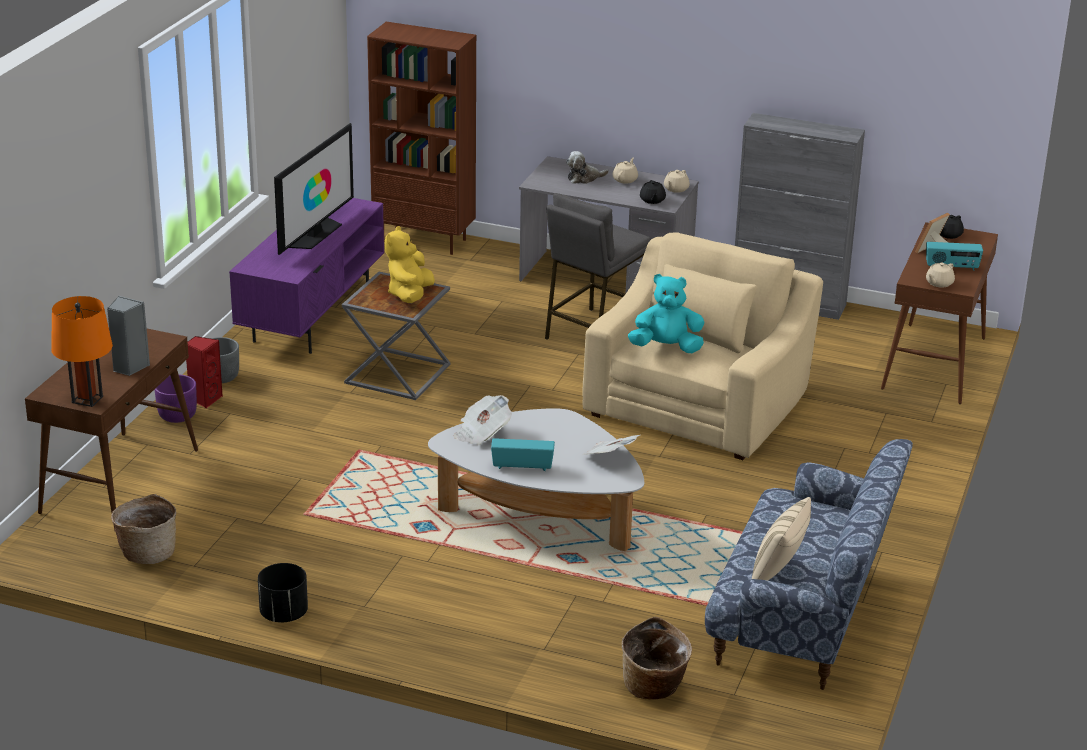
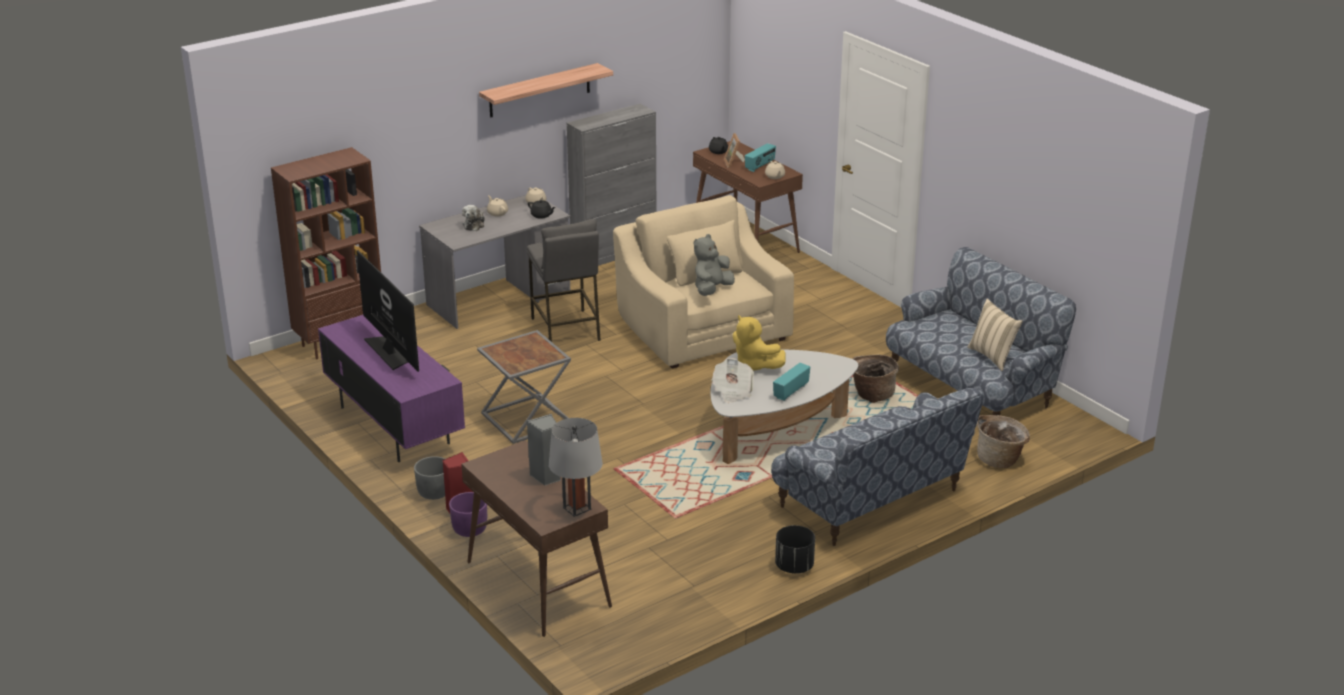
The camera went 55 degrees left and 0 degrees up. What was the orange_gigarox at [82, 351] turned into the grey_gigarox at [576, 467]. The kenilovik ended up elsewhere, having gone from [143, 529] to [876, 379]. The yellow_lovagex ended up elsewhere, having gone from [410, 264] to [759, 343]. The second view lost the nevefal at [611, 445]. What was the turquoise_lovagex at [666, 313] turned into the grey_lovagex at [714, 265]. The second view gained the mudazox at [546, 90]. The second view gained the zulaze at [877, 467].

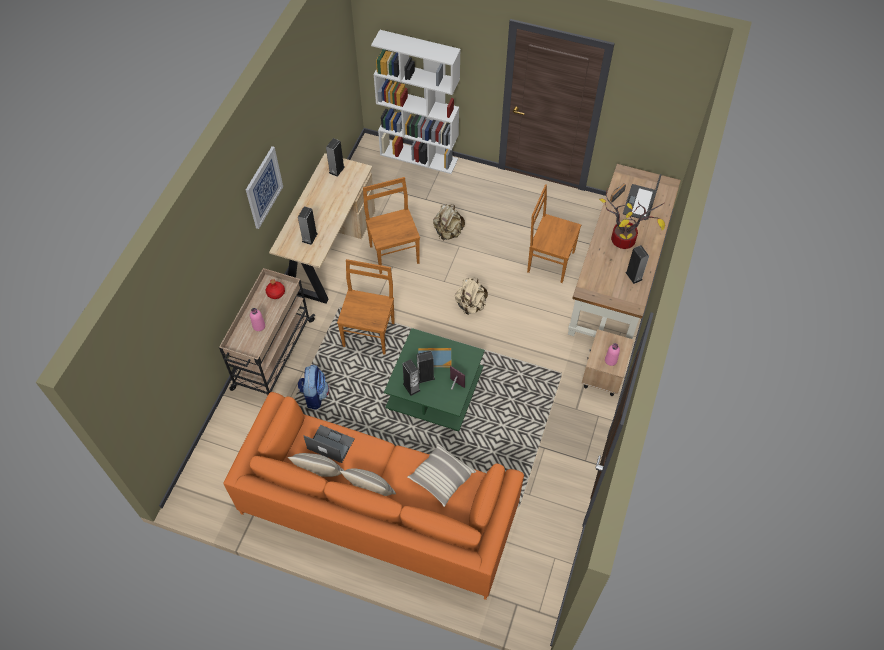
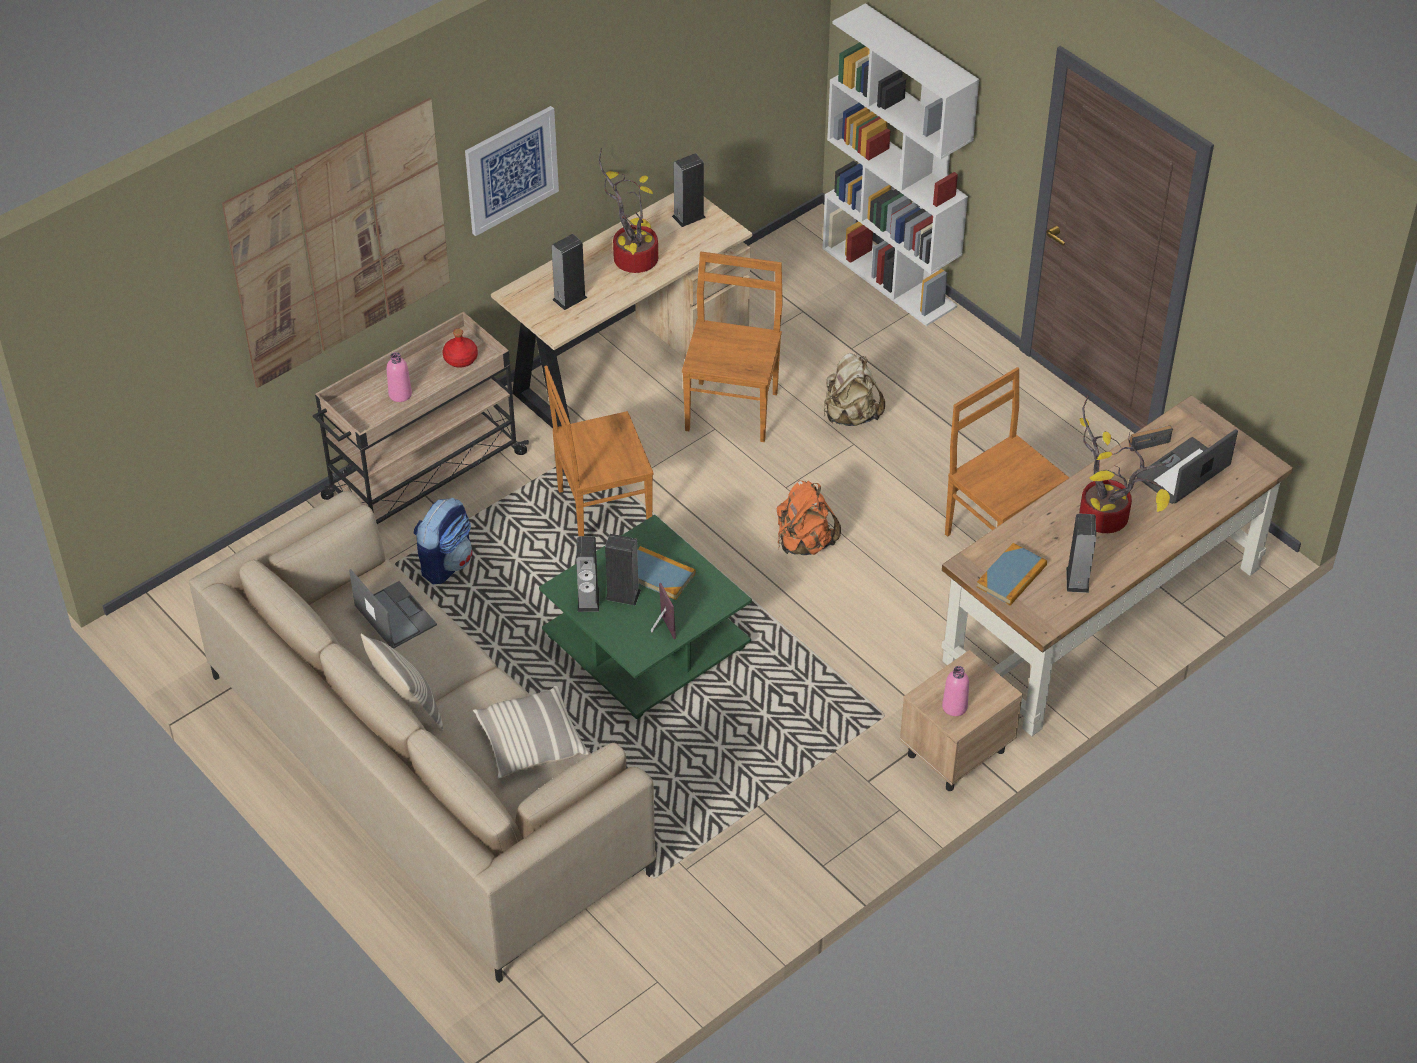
The camera went 30 degrees right and 10 degrees down. What was the orange_zulaze at [373, 496] turned into the beige_zulaze at [423, 737]. The second view lost the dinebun at [316, 465]. The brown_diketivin at [366, 307] ended up facing another way, 150 degrees counterclockwise from before. What was the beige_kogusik at [471, 296] turned into the orange_kogusik at [809, 518]. The second view gained the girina at [336, 243]. The second view gained the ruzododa at [628, 210]. The second view gained the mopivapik at [1012, 574].

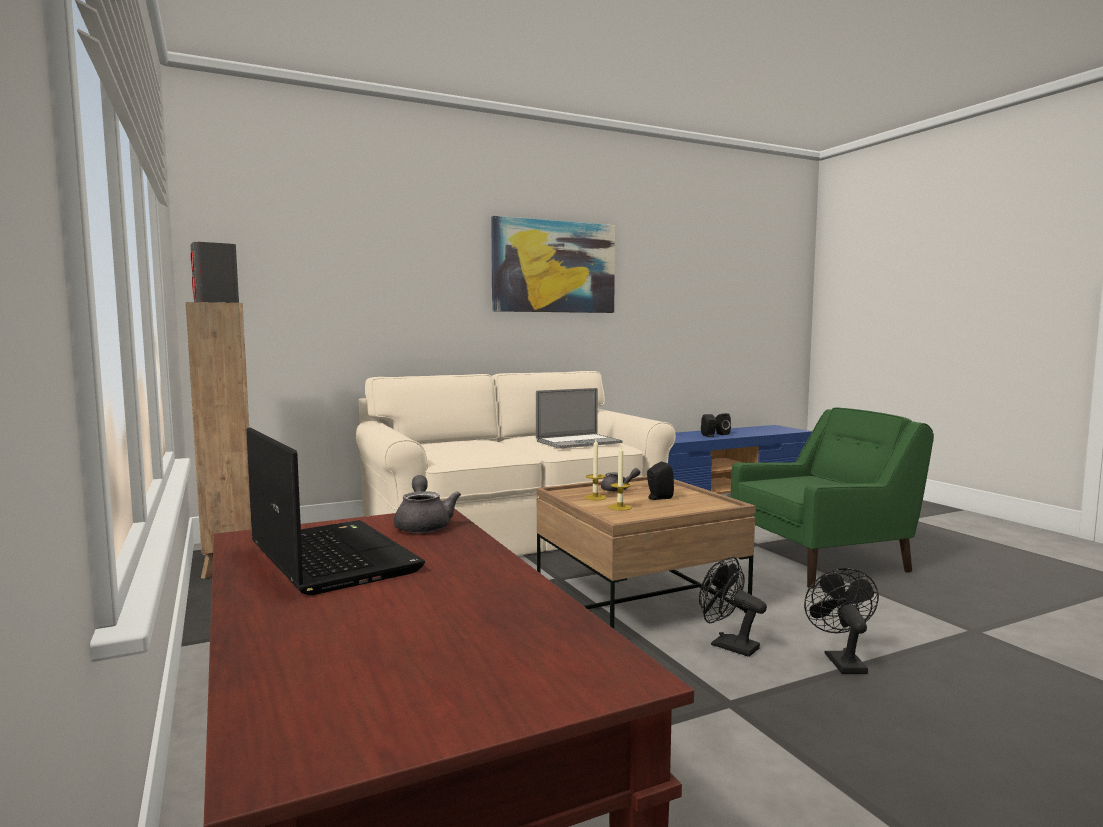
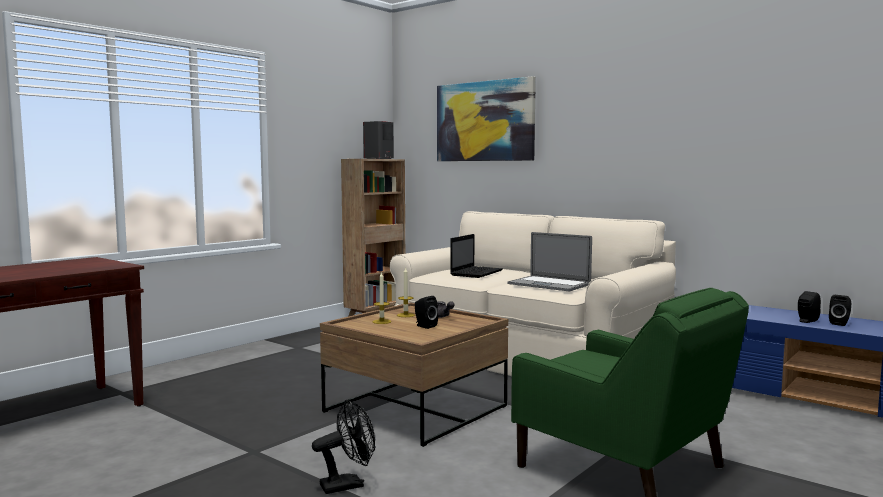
The camera went 65 degrees right and 0 degrees up. The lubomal ended up elsewhere, having gone from [335, 511] to [476, 256]. The second view lost the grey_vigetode at [427, 504]. The girina ended up elsewhere, having gone from [553, 264] to [486, 118]. The second view lost the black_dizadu at [733, 606].

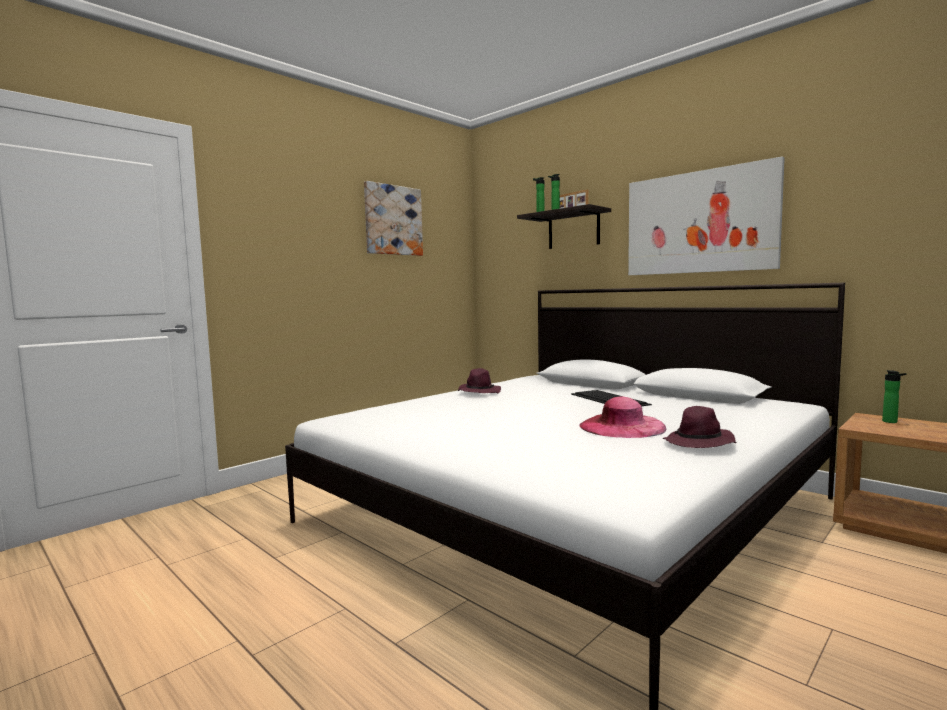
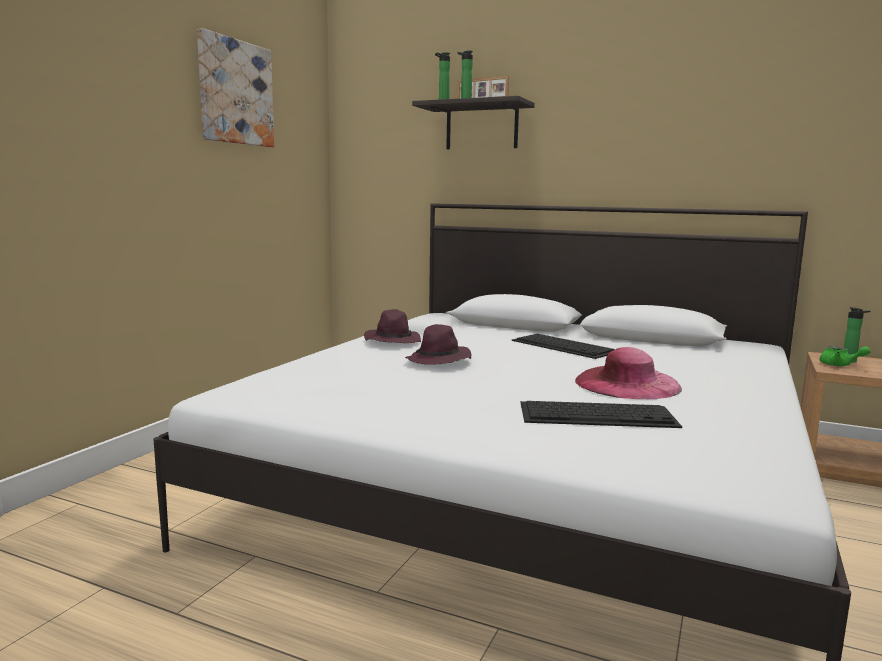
The camera went 20 degrees left and 5 degrees up. The second view lost the girina at [706, 215]. The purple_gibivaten ended up elsewhere, having gone from [699, 427] to [438, 344]. The second view gained the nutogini at [601, 414]. The second view gained the green_vigetode at [845, 356].

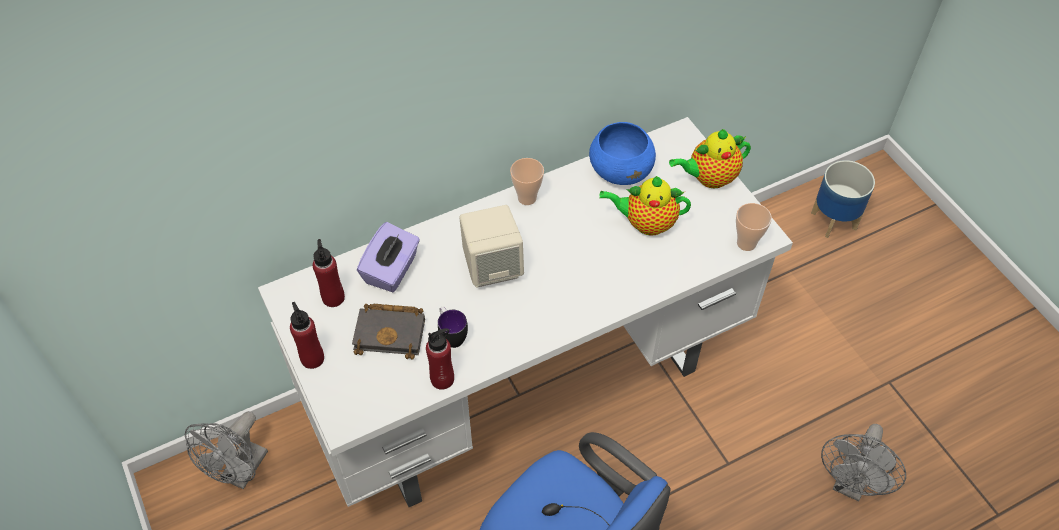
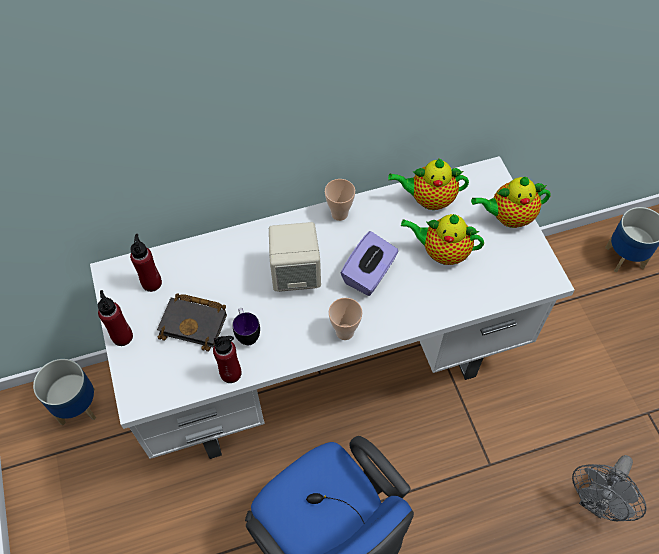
The camera went 10 degrees right and 5 degrees up. Where the grey_dizadu stood at [226, 450], the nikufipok came to stand at [64, 392]. The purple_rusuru ended up elsewhere, having gone from [388, 257] to [369, 263]. Where the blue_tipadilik stood at [622, 153], the vigetode came to stand at [428, 184]. The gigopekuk ended up elsewhere, having gone from [754, 227] to [345, 319].

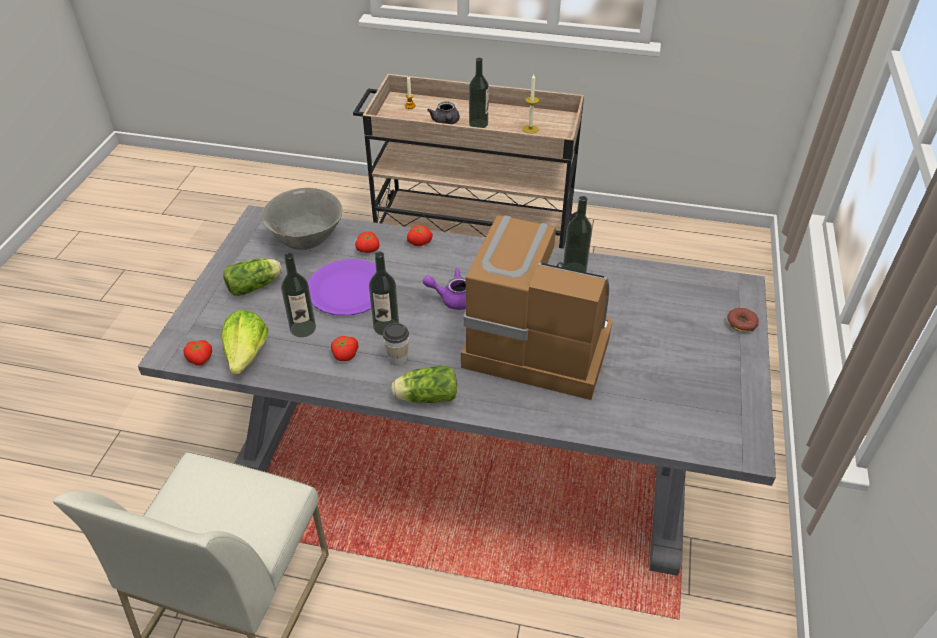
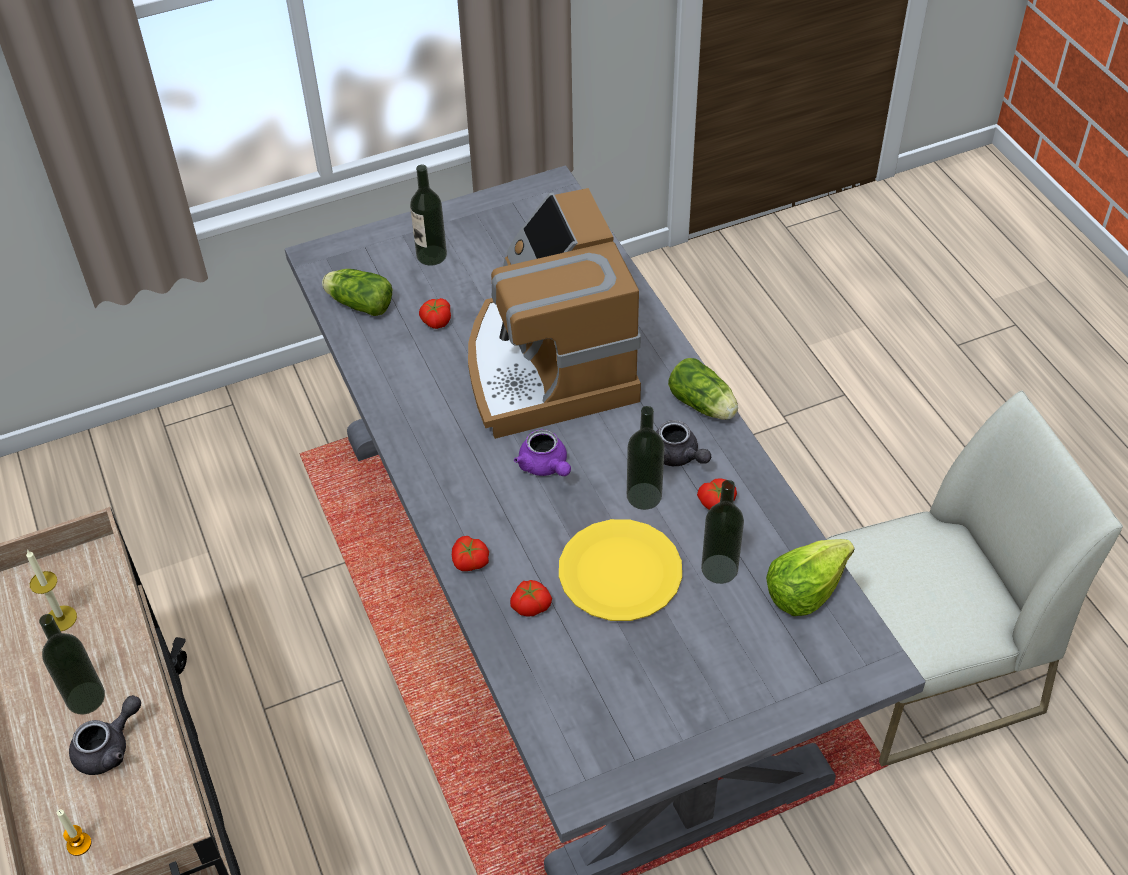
The camera went 125 degrees left and 5 degrees up. The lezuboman ended up elsewhere, having gone from [197, 353] to [435, 313]. The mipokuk ended up elsewhere, having gone from [252, 277] to [357, 292]. The second view lost the grey_tipadilik at [302, 219]. What was the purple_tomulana at [342, 287] turned into the yellow_tomulana at [620, 570]. Where the gigopekuk stood at [396, 344], the grey_vigetode came to stand at [683, 443]. The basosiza ended up elsewhere, having gone from [577, 234] to [428, 215]. The second view lost the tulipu at [743, 320].

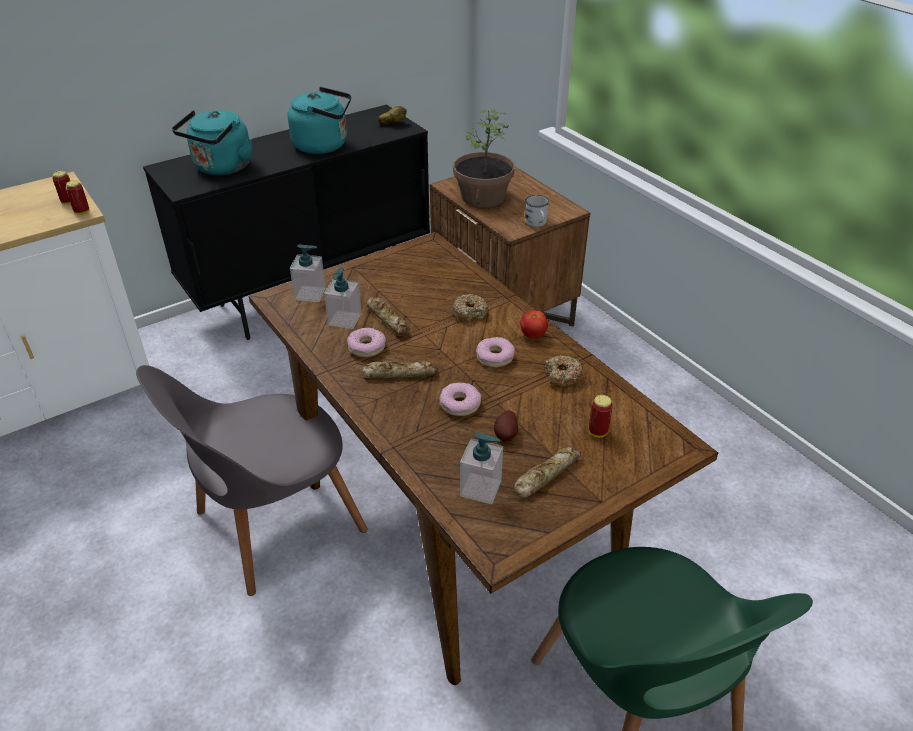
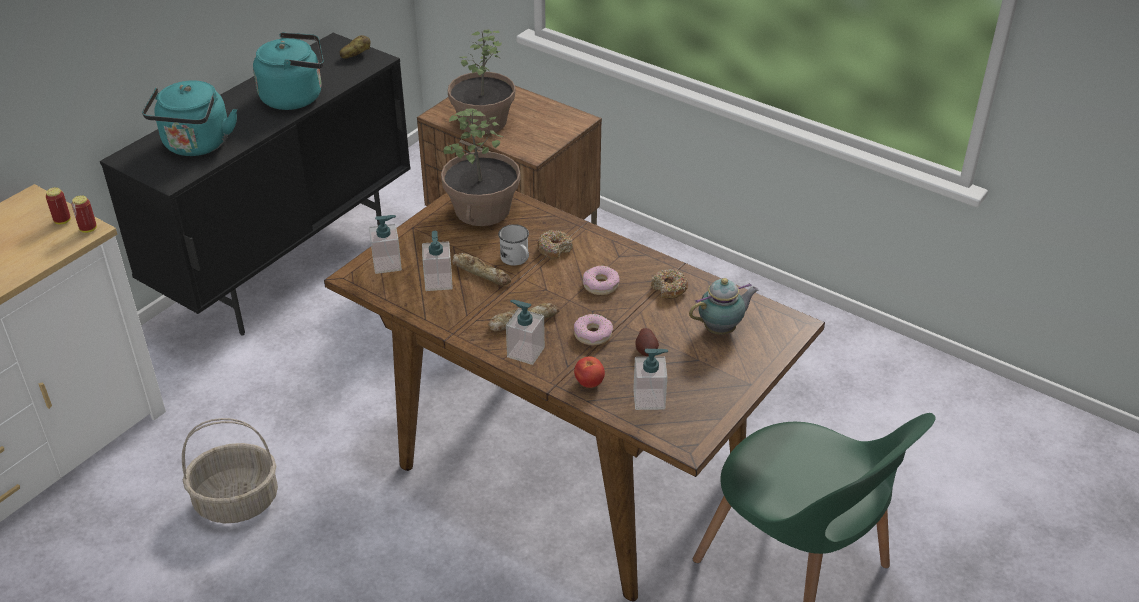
The camera went 20 degrees left and 0 degrees up. The second view lost the grey_diketivin at [251, 480]. The second view lost the tulipu at [366, 342]. The second view lost the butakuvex at [547, 472]. The lezuboman ended up elsewhere, having gone from [534, 324] to [589, 372]. The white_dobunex ended up elsewhere, having gone from [537, 211] to [513, 245]. Where the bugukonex stood at [601, 416], the vigetode came to stand at [723, 306]. The second view gained the kenilovik at [230, 470]. The second view gained the ruzododa at [481, 167]. The second view gained the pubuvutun at [525, 332].

